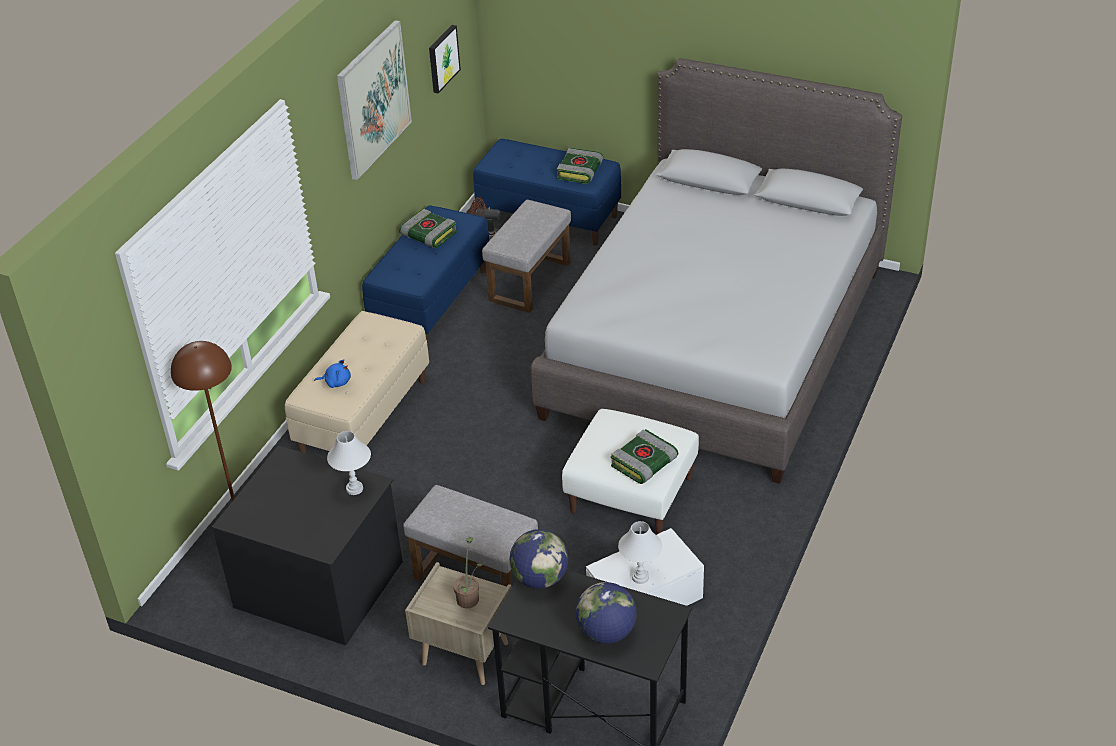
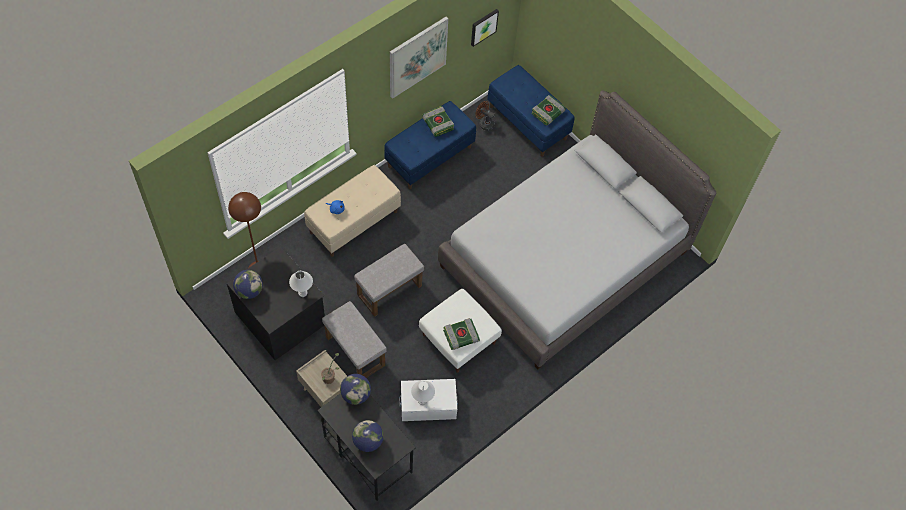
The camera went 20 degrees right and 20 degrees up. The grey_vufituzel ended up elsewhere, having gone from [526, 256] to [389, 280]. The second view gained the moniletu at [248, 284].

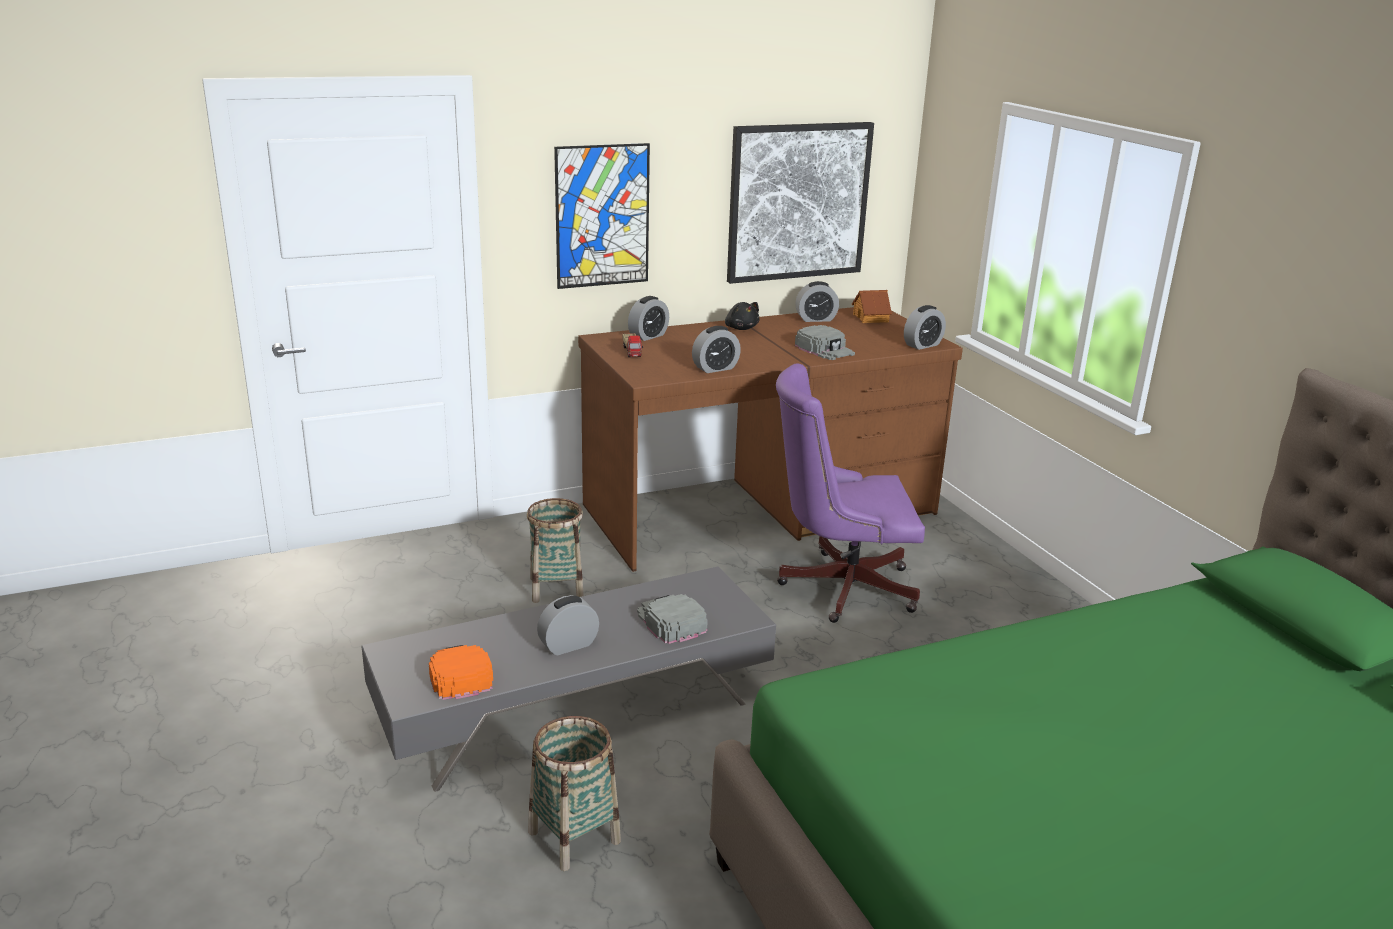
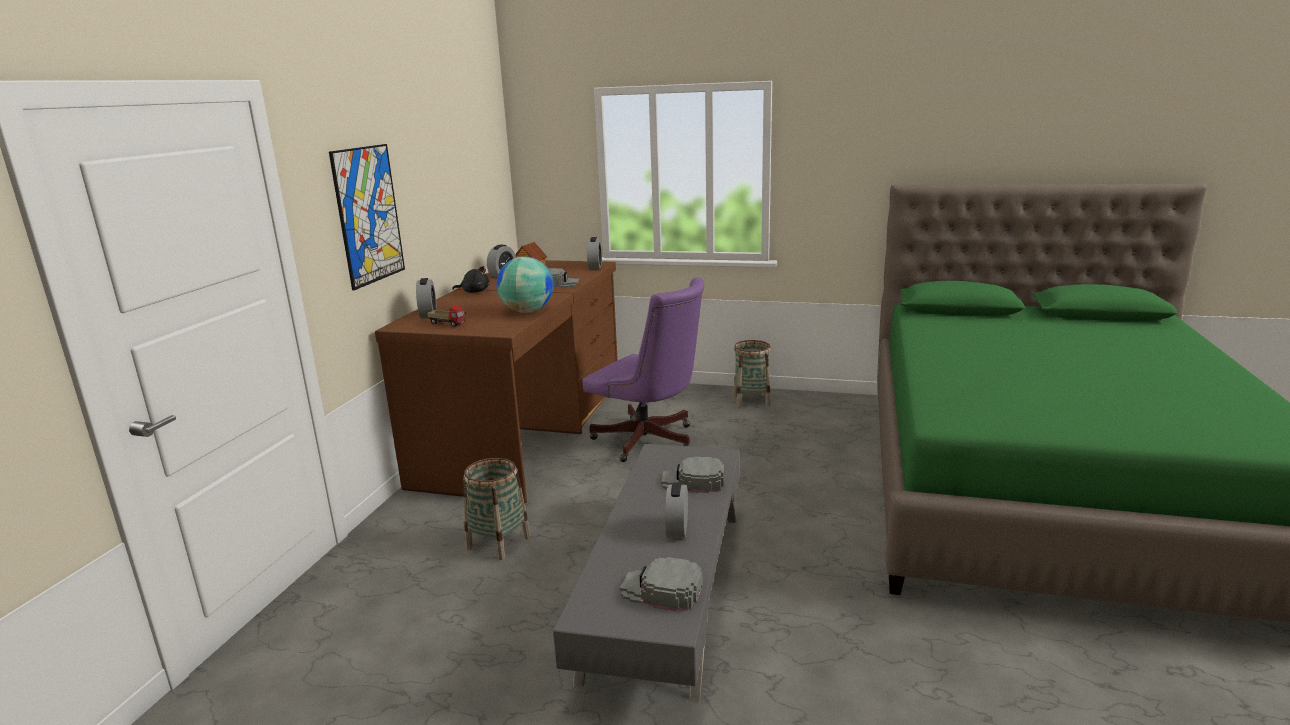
The camera went 50 degrees left and 5 degrees down. What was the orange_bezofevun at [461, 672] turned into the grey_bezofevun at [661, 584]. The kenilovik ended up elsewhere, having gone from [574, 793] to [752, 373]. Where the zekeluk stood at [716, 349], the moniletu came to stand at [525, 284]. The second view lost the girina at [800, 203]. The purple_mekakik at [850, 493] ended up facing another way, 90 degrees counterclockwise from before.

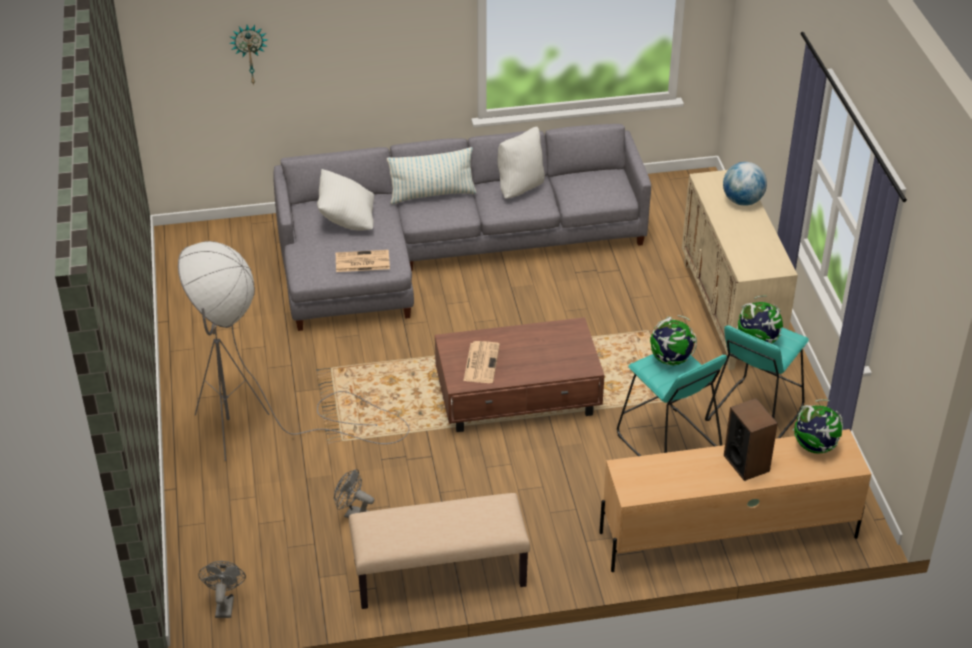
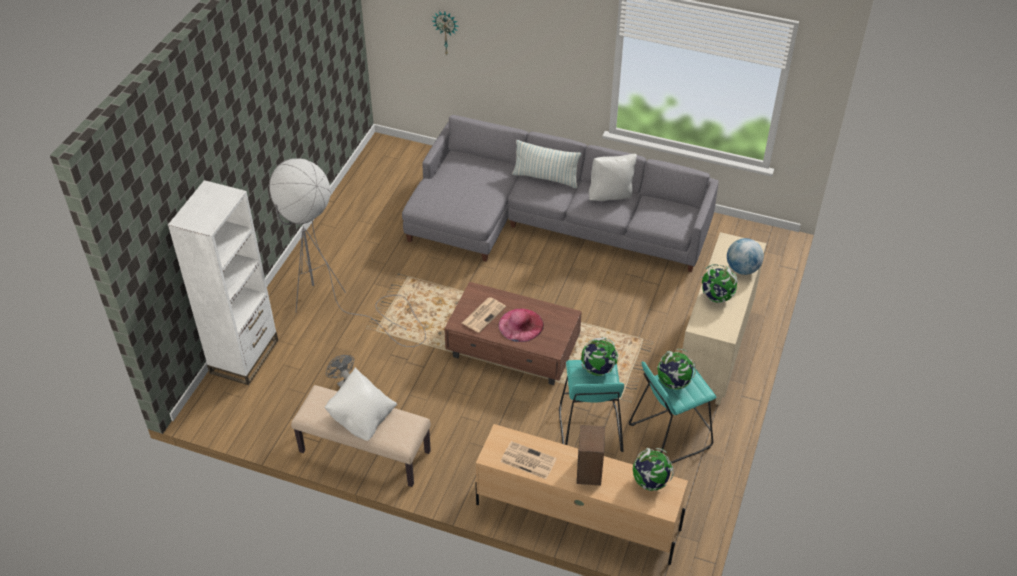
The camera went 30 degrees right and 5 degrees up. The second view lost the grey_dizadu at [222, 589]. The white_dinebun ended up elsewhere, having gone from [345, 199] to [361, 404]. The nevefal ended up elsewhere, having gone from [363, 261] to [528, 460]. The second view gained the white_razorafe at [223, 282]. The second view gained the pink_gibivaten at [521, 325]. The second view gained the moniletu at [719, 283].

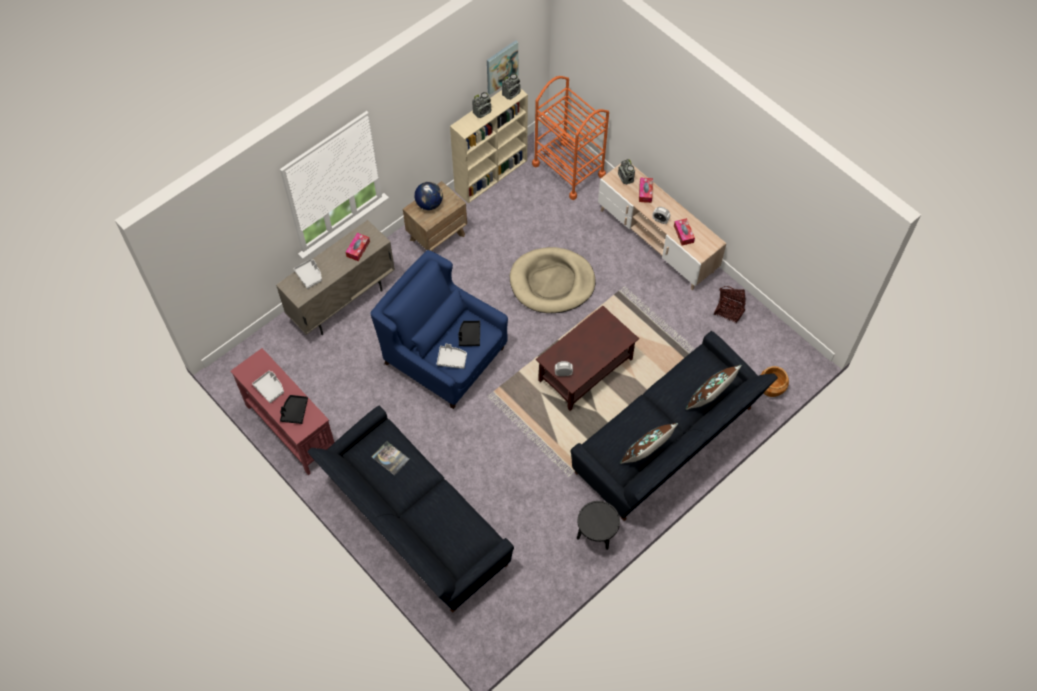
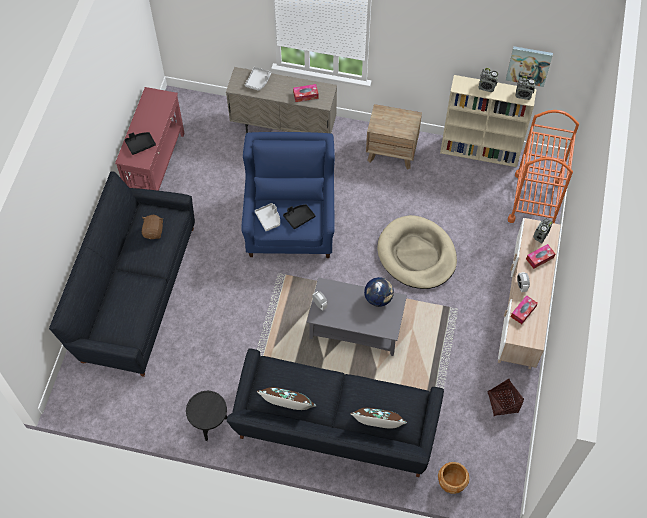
The camera went 55 degrees right and 0 degrees up. The second view lost the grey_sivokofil at [268, 387]. Where the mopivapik stood at [390, 458], the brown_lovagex came to stand at [152, 227]. The moniletu ended up elsewhere, having gone from [428, 196] to [379, 292]. What was the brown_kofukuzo at [587, 358] turned into the grey_kofukuzo at [357, 316].

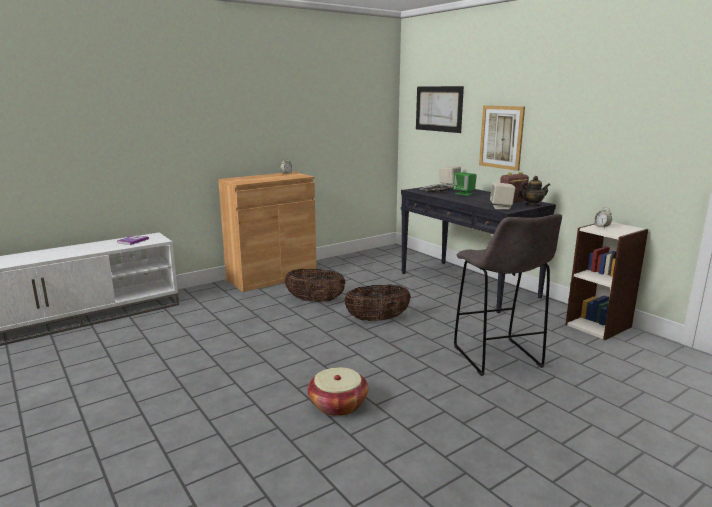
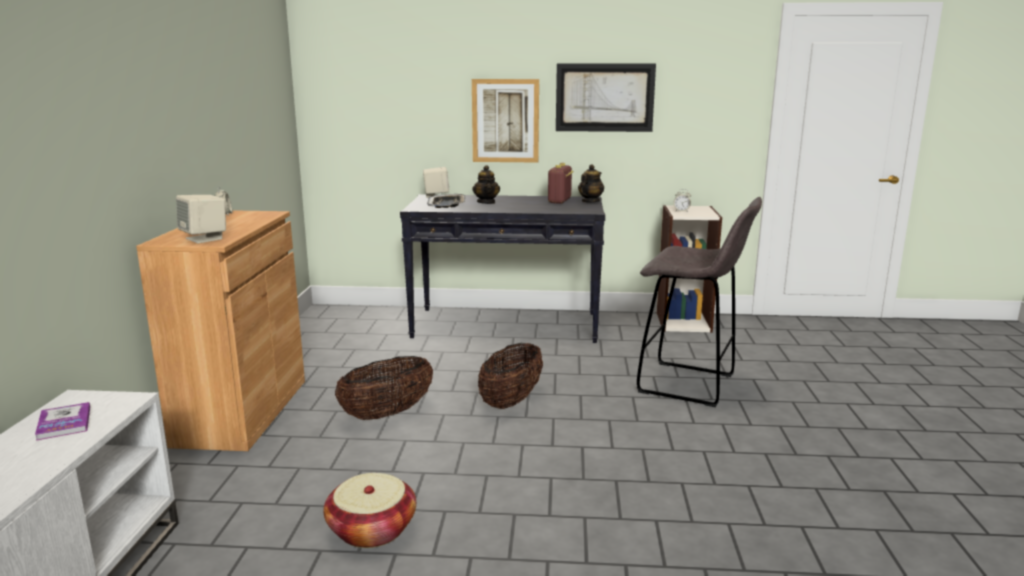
The camera went 50 degrees left and 0 degrees up. The kenilovik ended up elsewhere, having gone from [338, 391] to [370, 510]. The girina ended up elsewhere, having gone from [440, 109] to [606, 97]. Where the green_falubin stood at [465, 184], the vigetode came to stand at [486, 184]. The beige_falubin ended up elsewhere, having gone from [503, 195] to [201, 219].

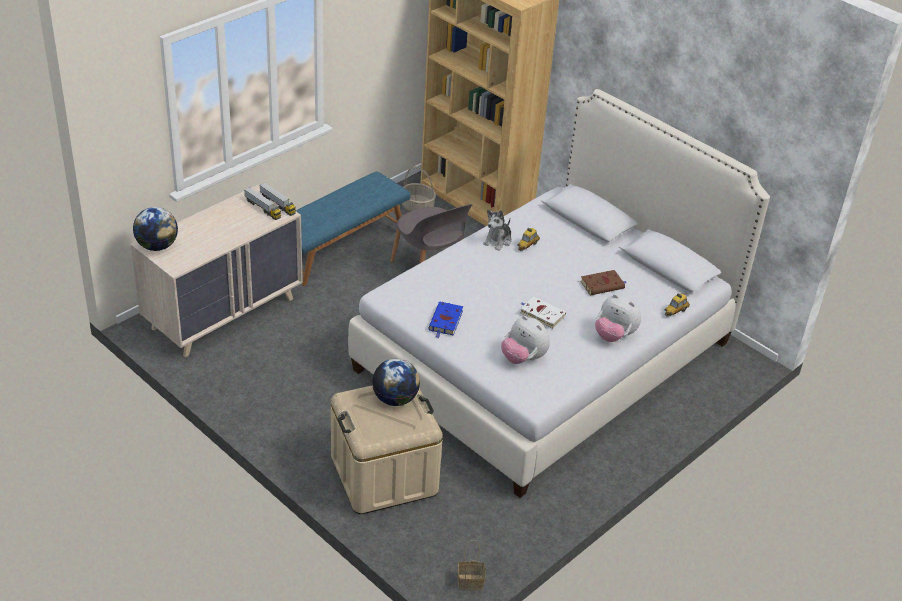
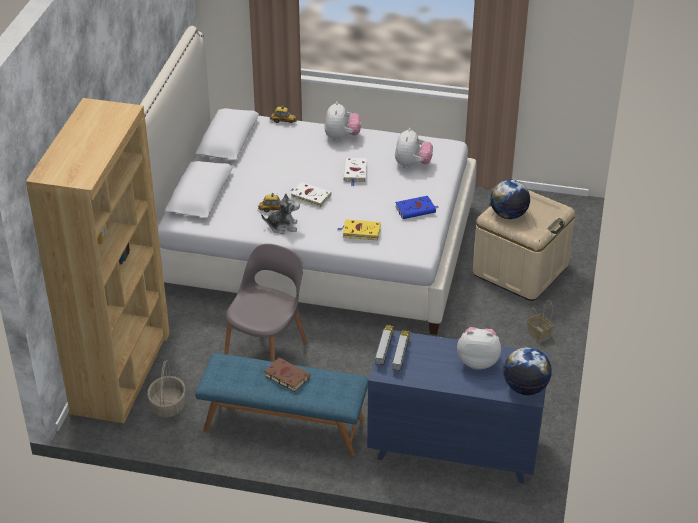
The camera went 120 degrees left and 0 degrees up. What was the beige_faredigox at [217, 271] turned into the blue_faredigox at [458, 406]. The kenilovik ended up elsewhere, having gone from [471, 565] to [540, 321]. The brown_mopivapik ended up elsewhere, having gone from [603, 283] to [287, 375]. The second view gained the white_mopivapik at [311, 195]. The second view gained the yellow_mopivapik at [359, 229]. The second view gained the lovagex at [479, 348].

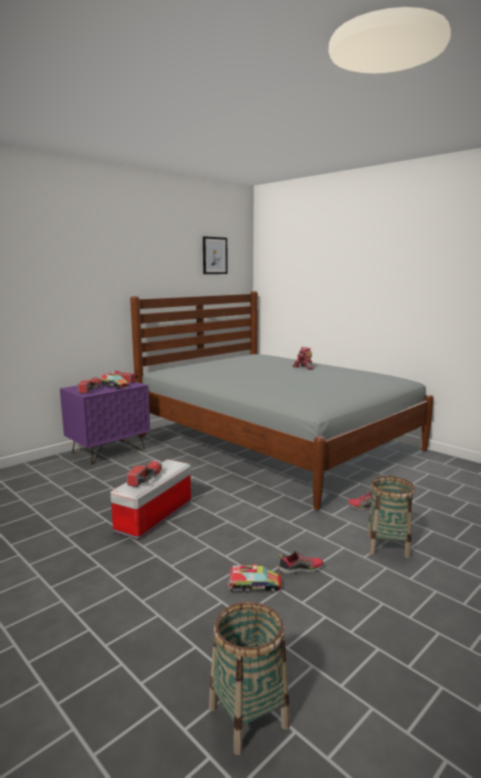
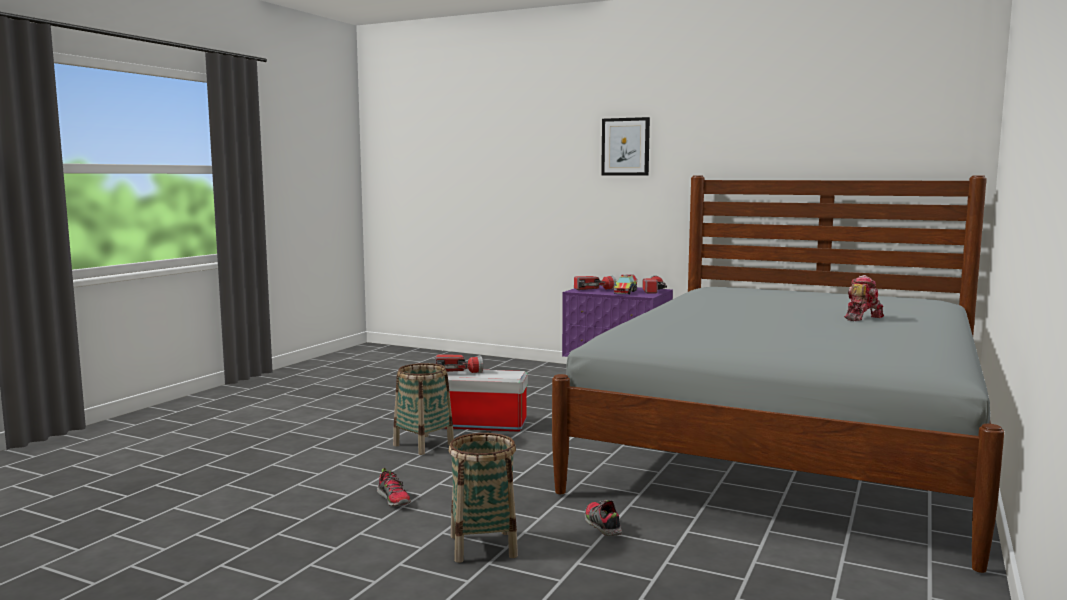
The camera went 70 degrees right and 5 degrees down. The girina ended up elsewhere, having gone from [215, 255] to [625, 146]. The kenilovik ended up elsewhere, having gone from [249, 678] to [423, 409]. The second view lost the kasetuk at [255, 578].

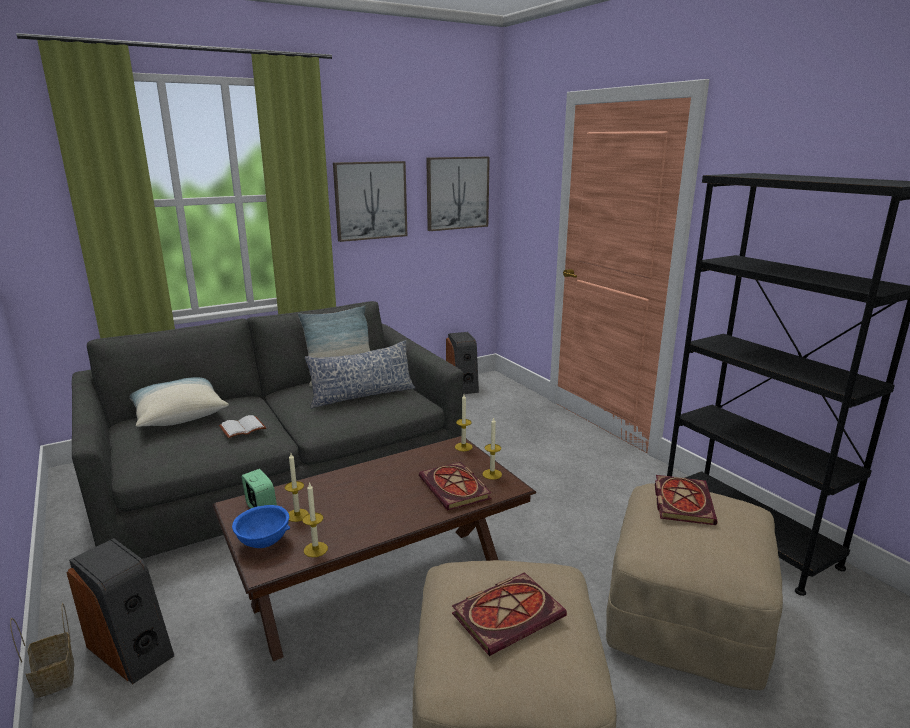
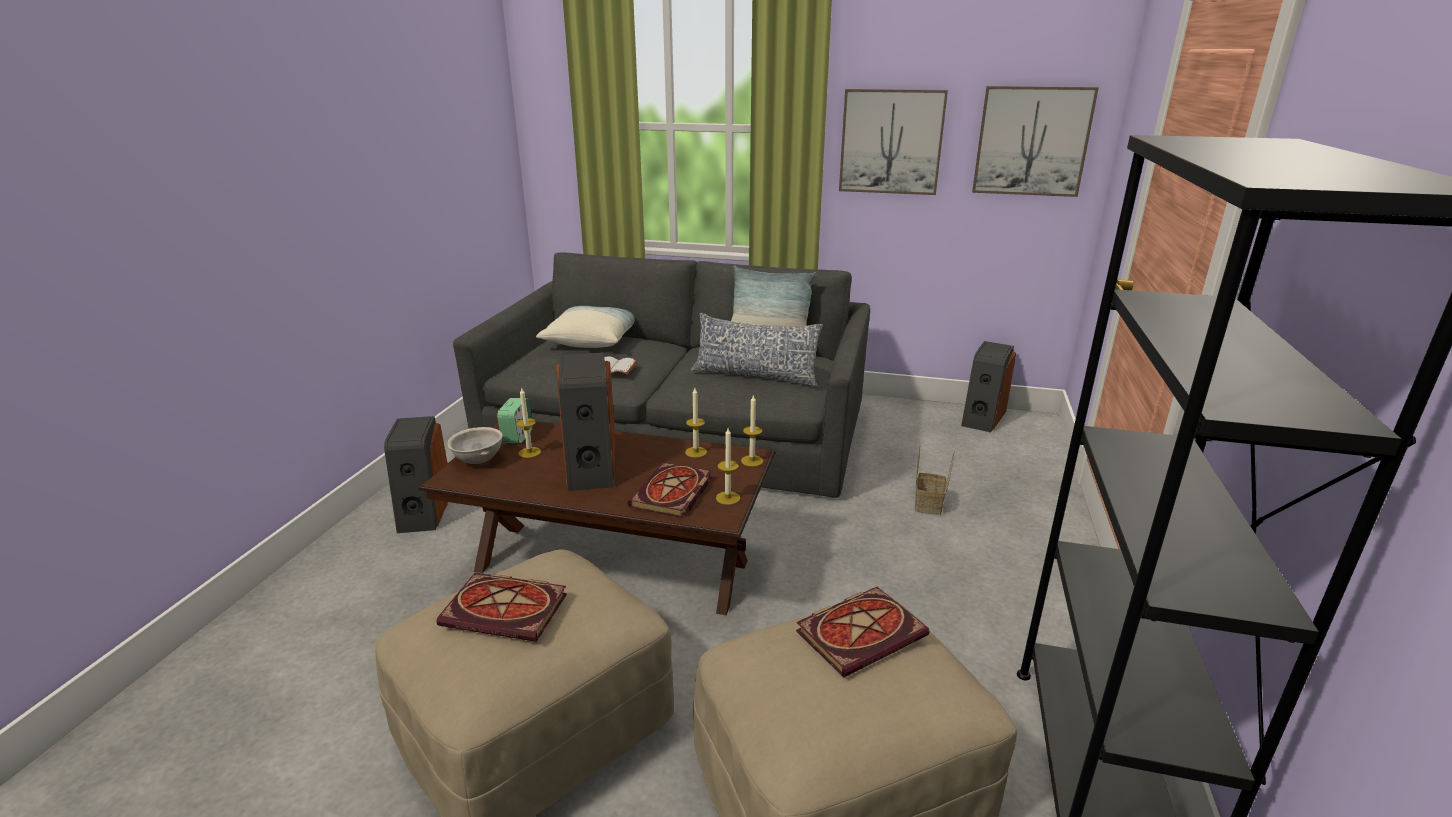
The camera went 45 degrees right and 5 degrees up. The kenilovik ended up elsewhere, having gone from [42, 650] to [935, 480]. What was the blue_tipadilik at [261, 526] turned into the grey_tipadilik at [475, 445]. The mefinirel ended up elsewhere, having gone from [315, 519] to [696, 423]. The second view gained the falubin at [586, 421].

